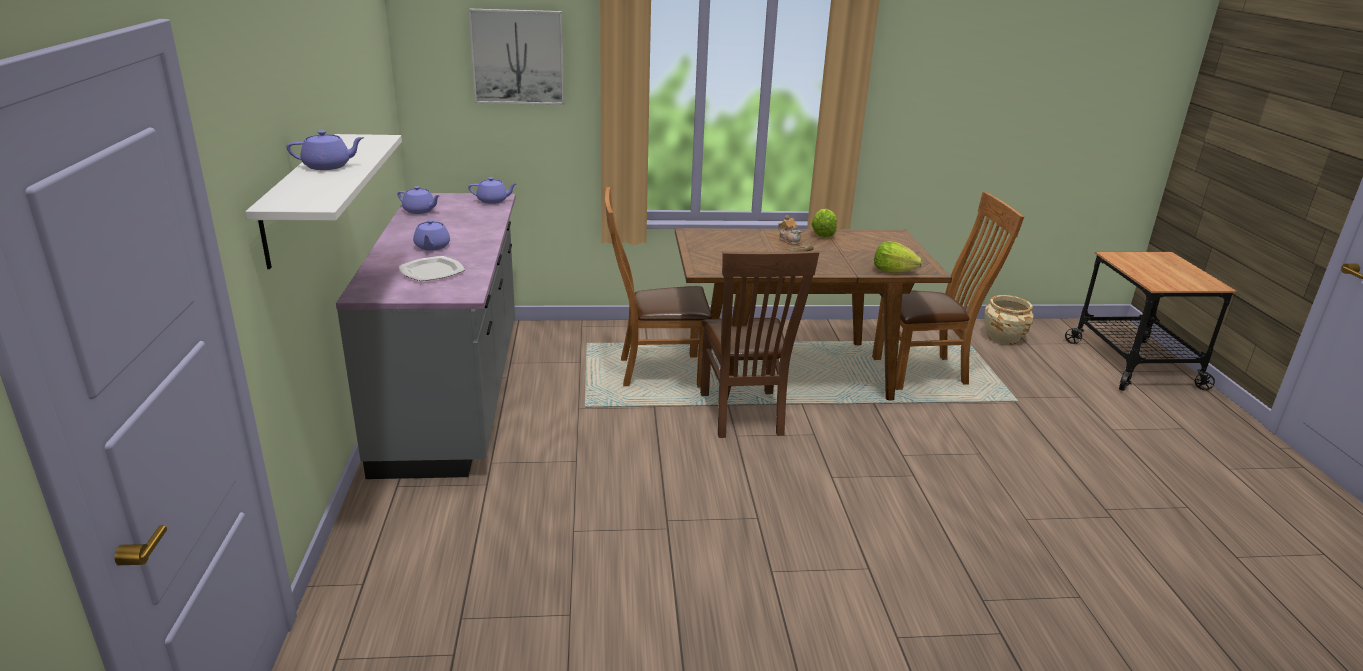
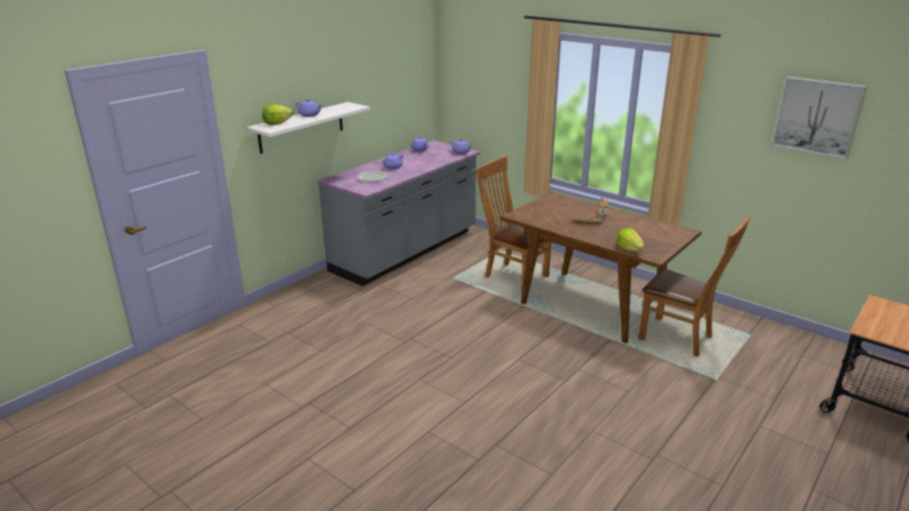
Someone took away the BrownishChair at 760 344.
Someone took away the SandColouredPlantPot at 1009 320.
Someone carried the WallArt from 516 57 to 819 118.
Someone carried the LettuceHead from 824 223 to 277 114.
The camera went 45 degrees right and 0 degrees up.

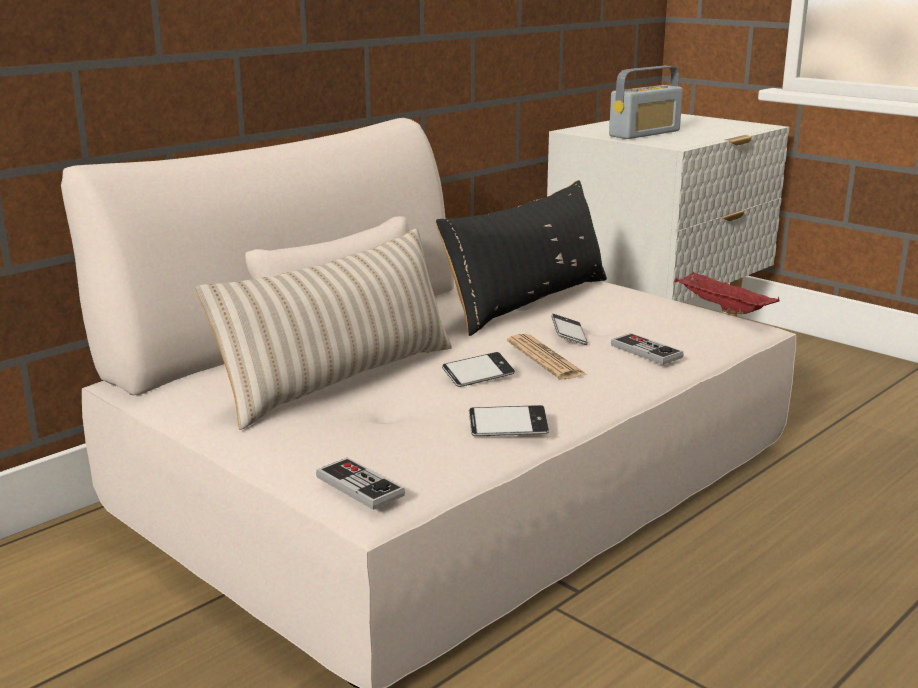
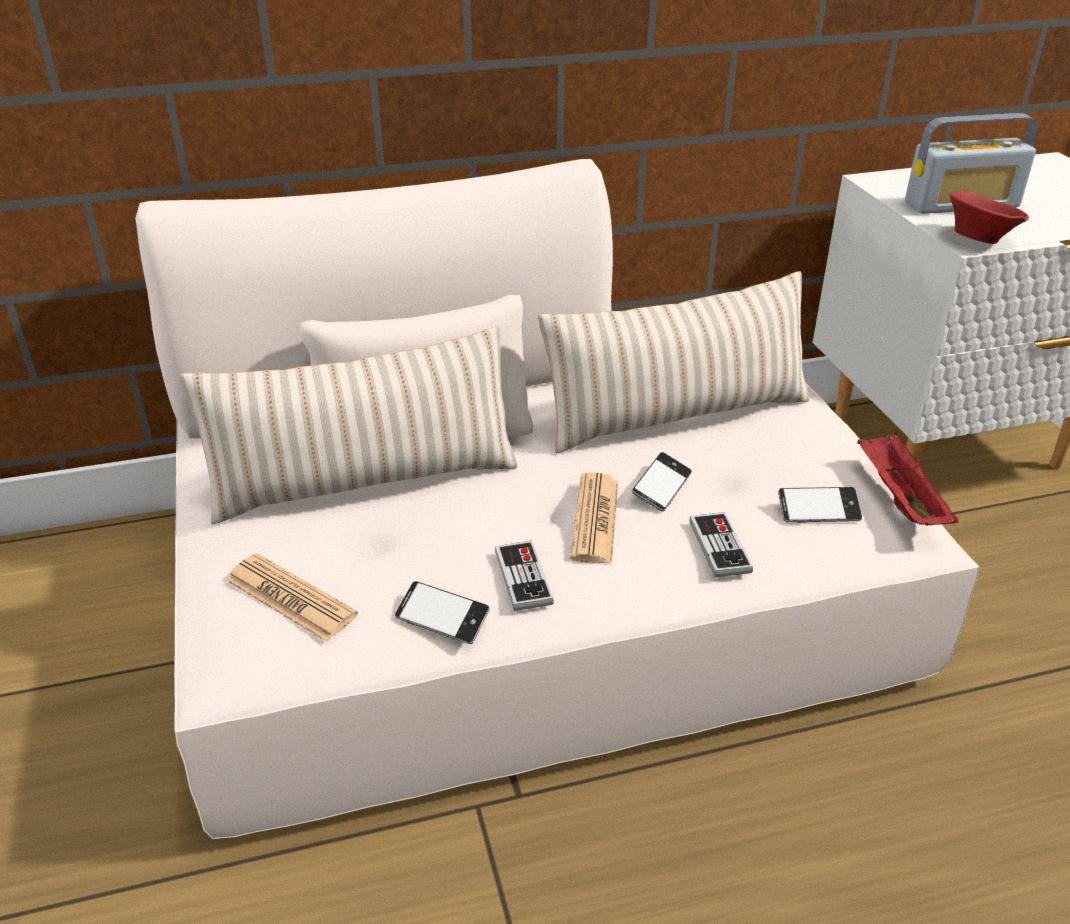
Someone put down the Newspaper at 292 597.
Someone put down the ReddishDeepDish at 989 217.
Someone carried the Joypad from 360 483 to 524 576.
Someone carried the Phone from 478 369 to 820 505.
Someone repainted the BlackColouredPillow at 521 258, which became the SandColouredPillow at 673 362.
The camera went 30 degrees right and 15 degrees up.

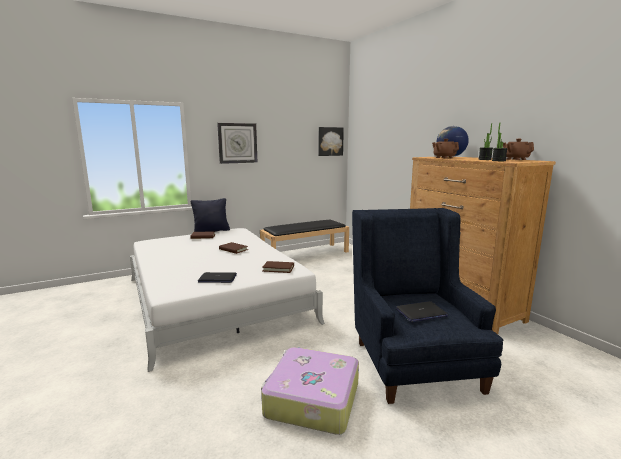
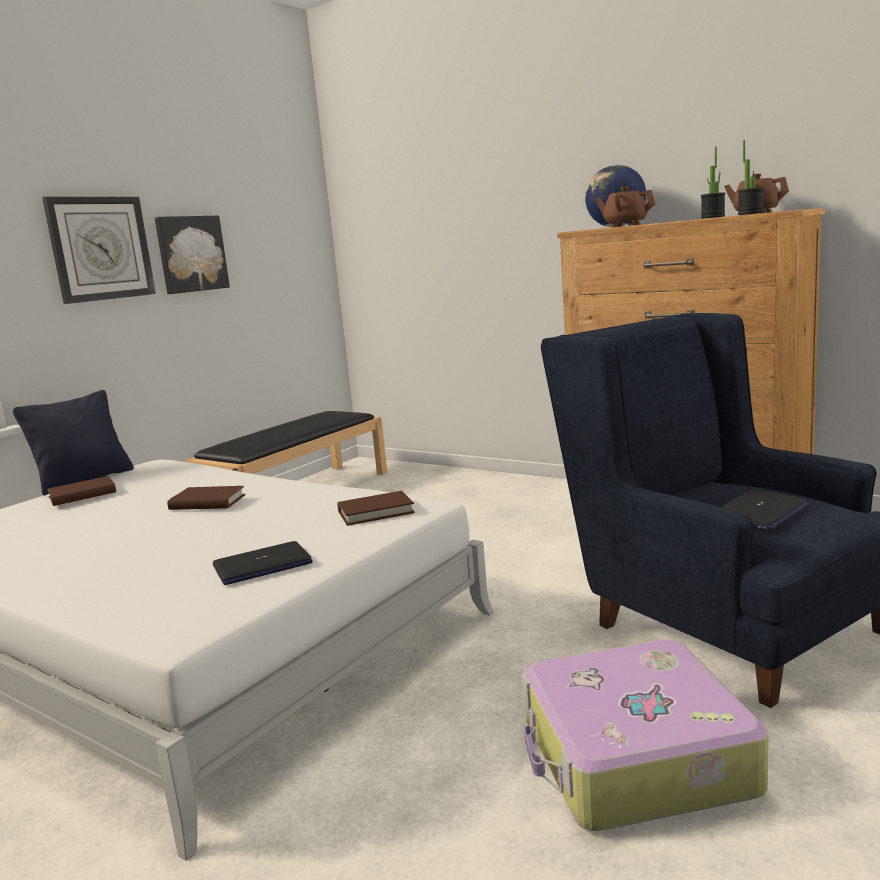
Someone carried the WallArt from 331 141 to 192 255.
The camera went 25 degrees left and 0 degrees up.

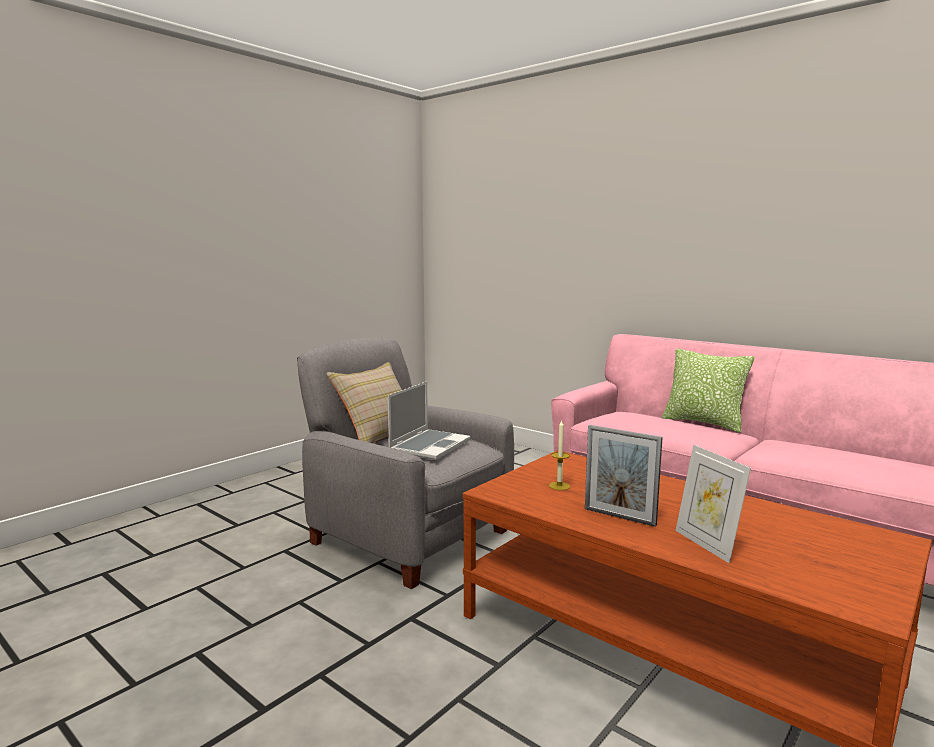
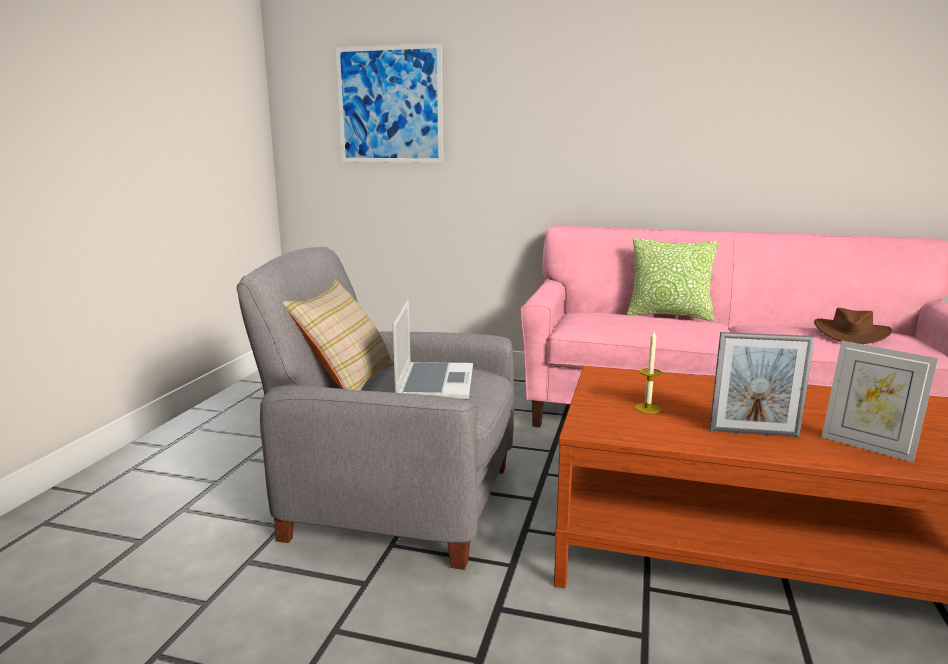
Someone put up the WallArt at 389 103.
Someone put down the BrownishClothingHat at 853 326.
The camera went 25 degrees left and 5 degrees up.

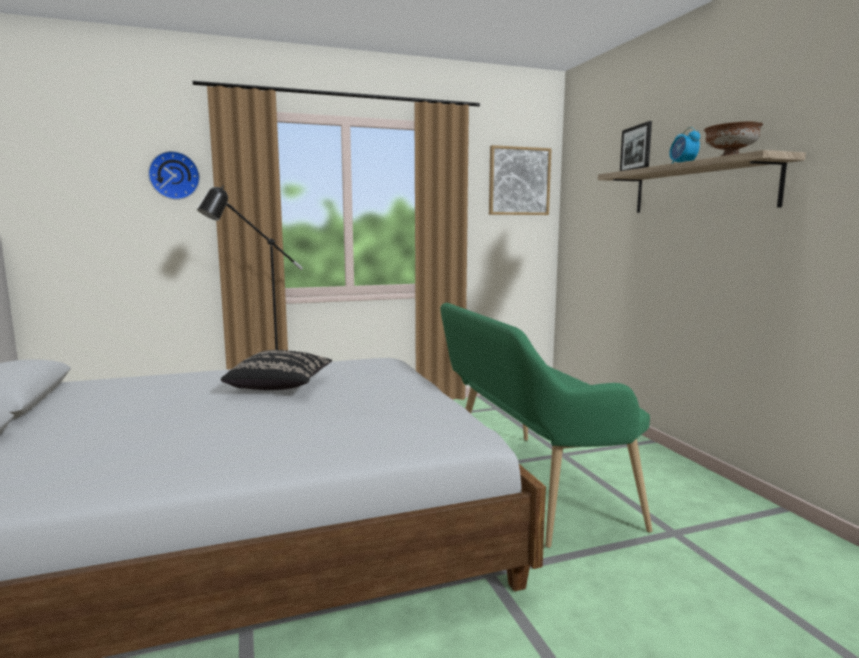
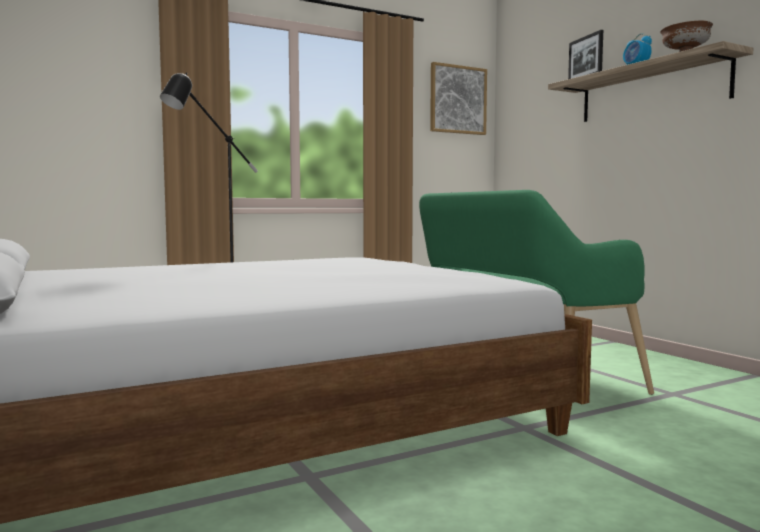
Someone took away the ClockOnTheWall at 174 175.
Someone took away the BlackColouredPillow at 276 370.
The camera went 10 degrees left and 5 degrees down.

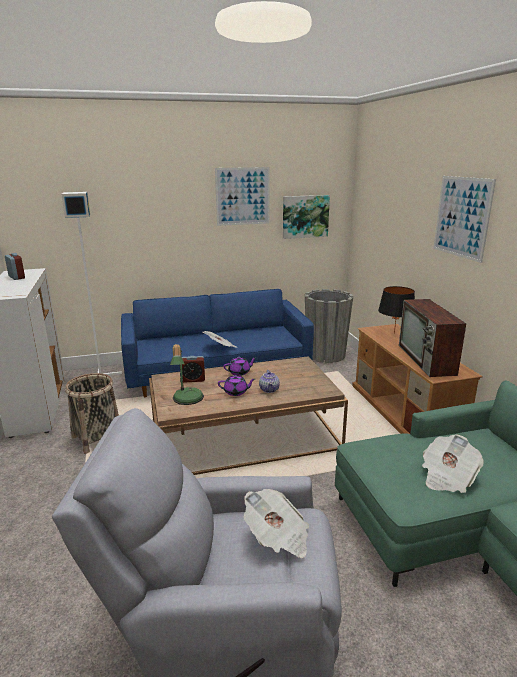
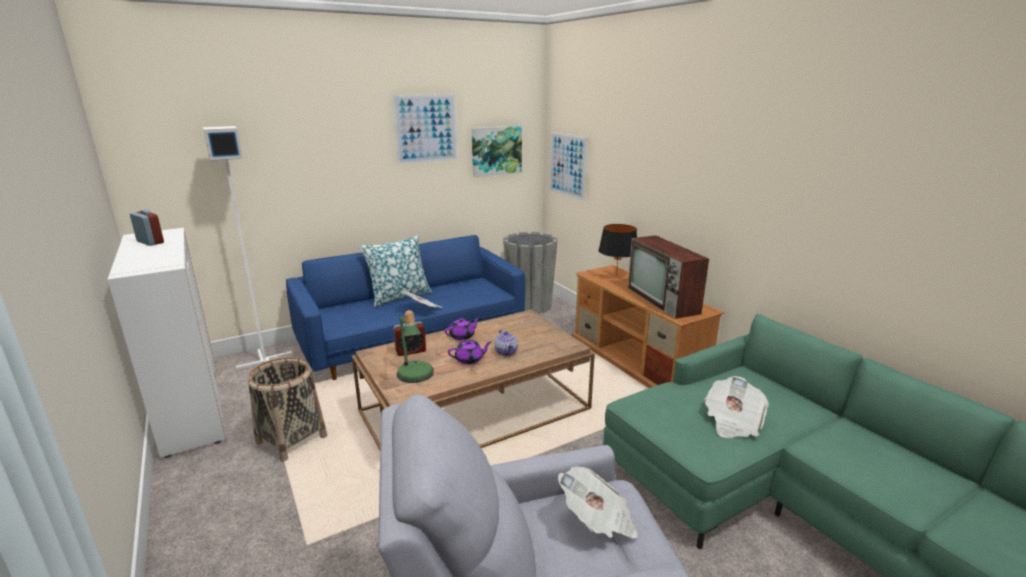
Someone put down the Pillow at 396 271.
Someone carried the WallArt from 464 219 to 568 166.
The camera went 15 degrees left and 0 degrees up.

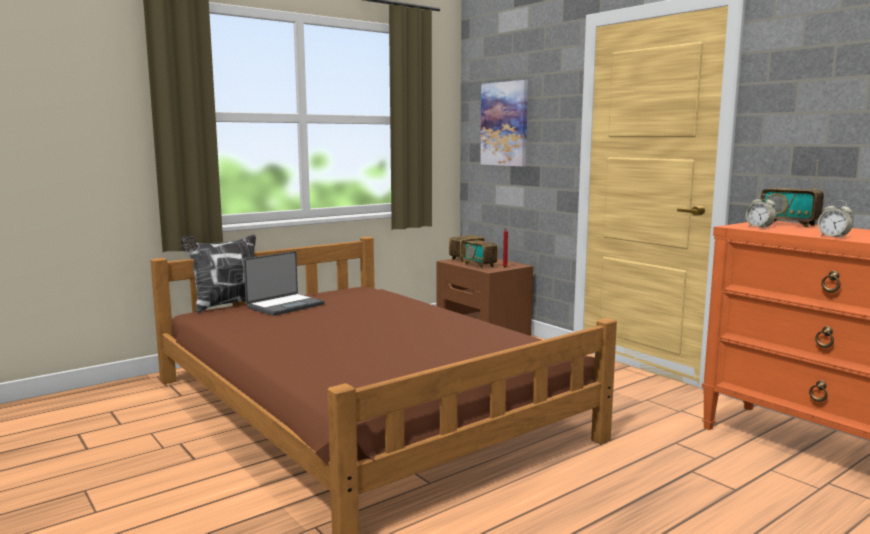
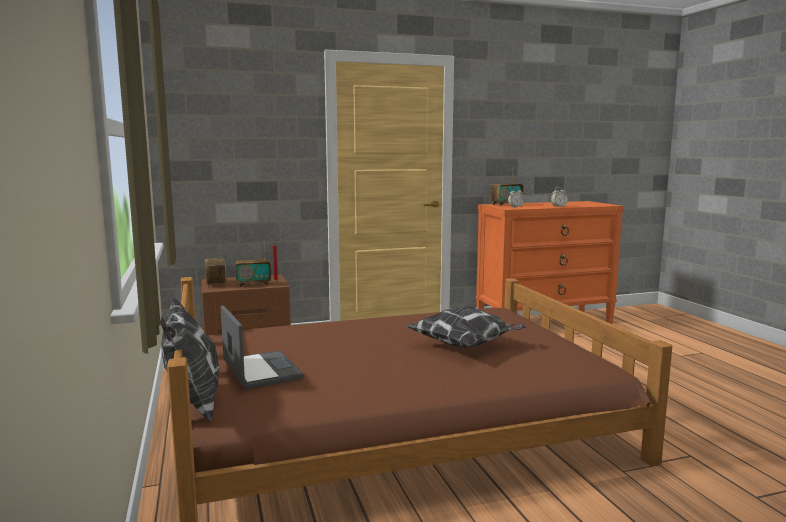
Someone took away the WallArt at 504 123.
Someone put down the Pillow at 466 327.
The camera went 70 degrees left and 0 degrees up.

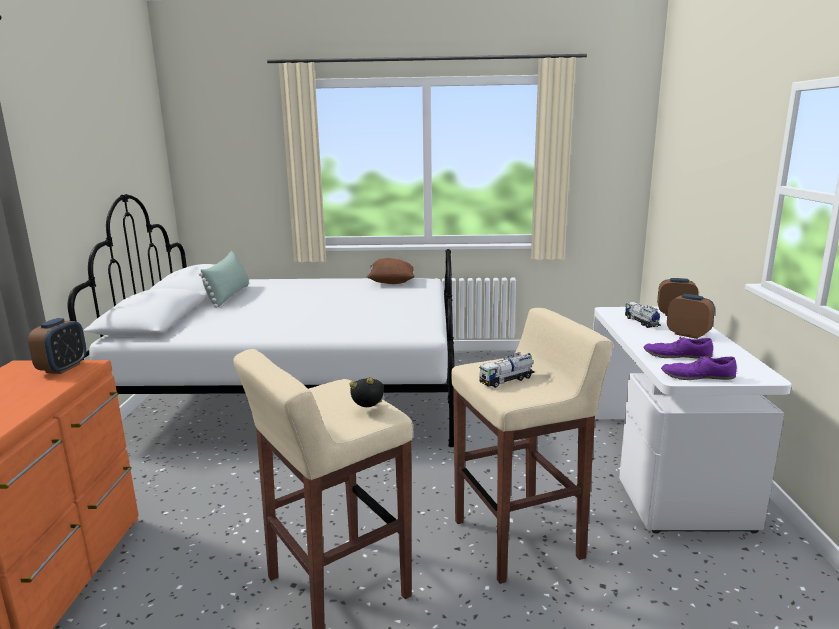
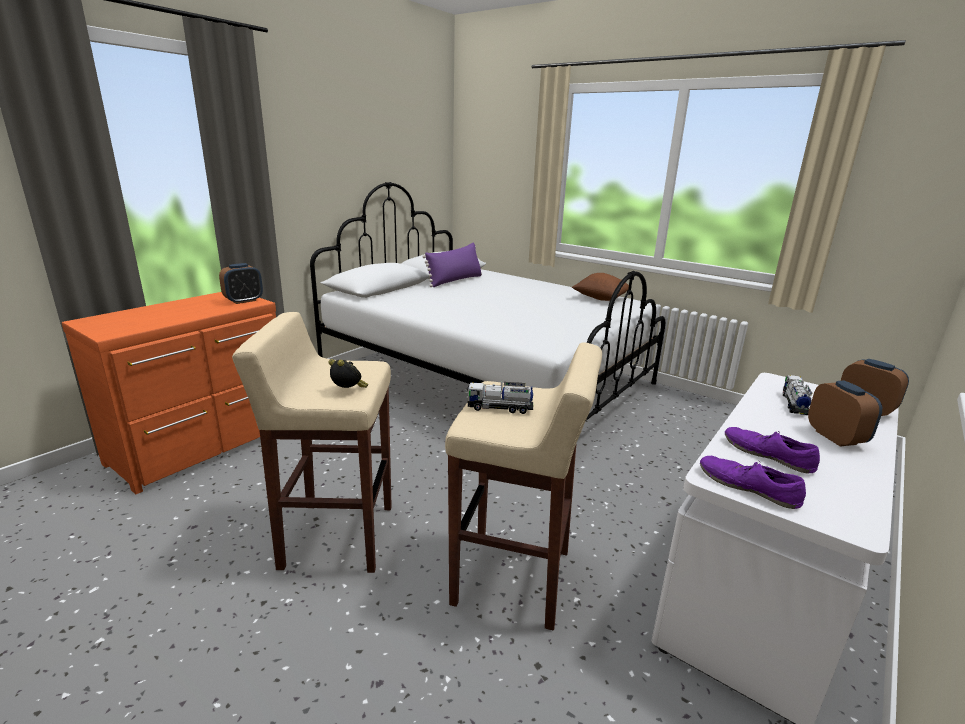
Someone repainted the GreenColouredPillow at 224 279, which became the PurplePillow at 452 265.
The camera went 35 degrees right and 5 degrees up.

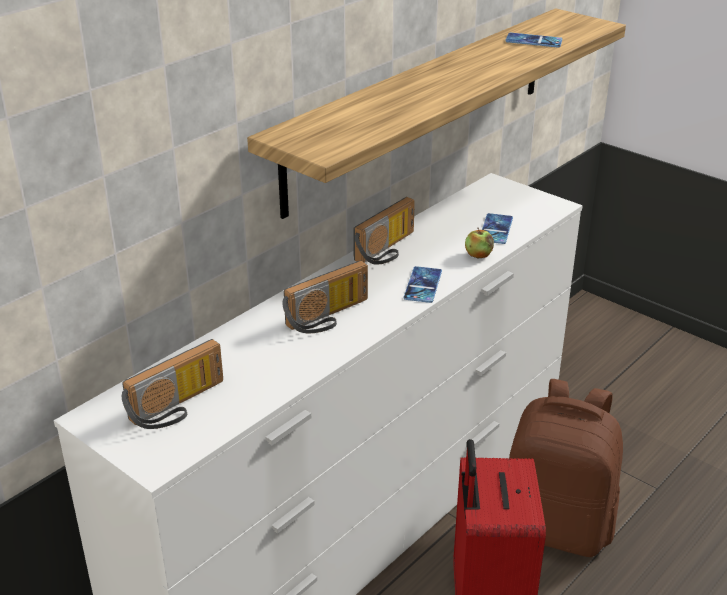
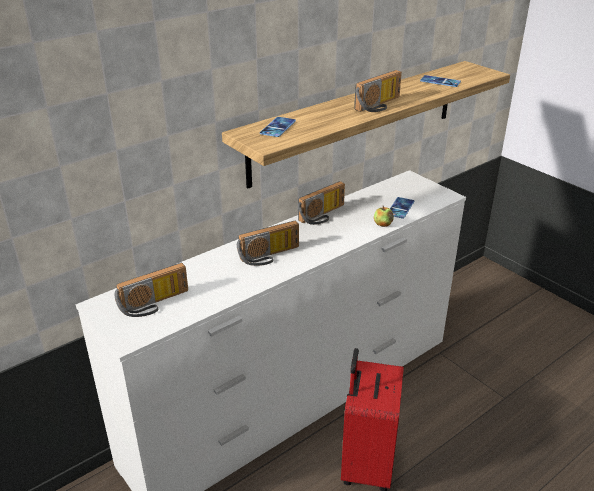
Someone took away the BrownishKnapsack at 566 468.
Someone put down the RadioSet at 378 91.
Someone carried the Phone from 423 284 to 278 127.
The camera went 10 degrees right and 0 degrees up.

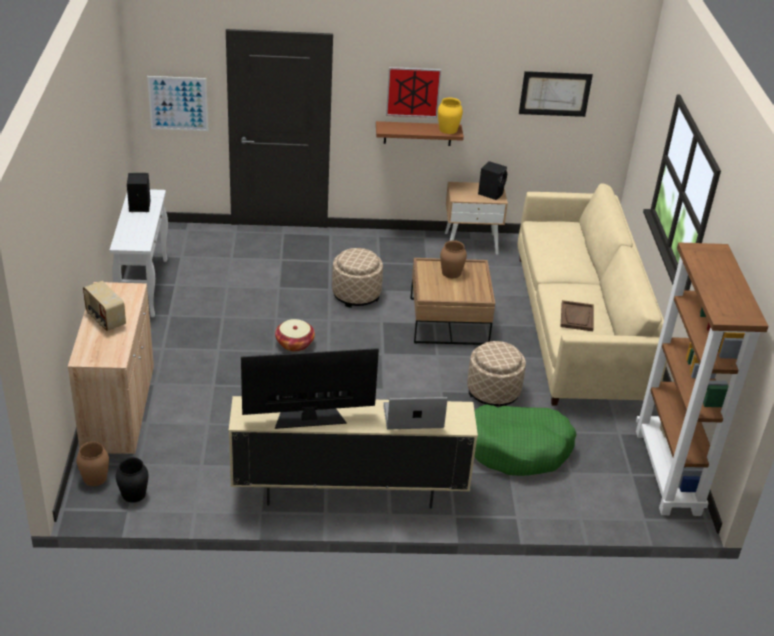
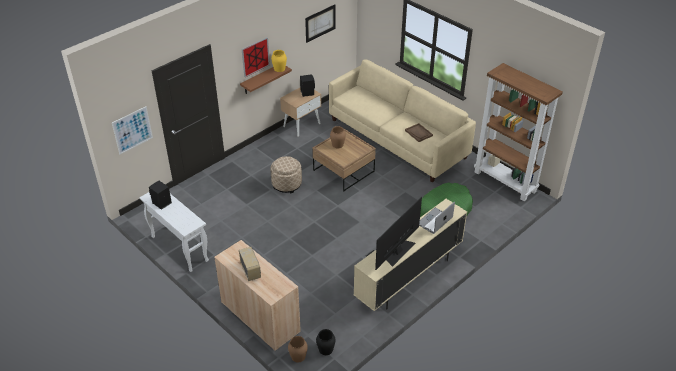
Someone took away the HouseholdBasket at 295 335.
Someone took away the SandColouredOttoman at 496 374.
Someone rotated the RadioSet at 104 306 by 120 degrees counterclockwise.
The camera went 40 degrees left and 5 degrees up.

